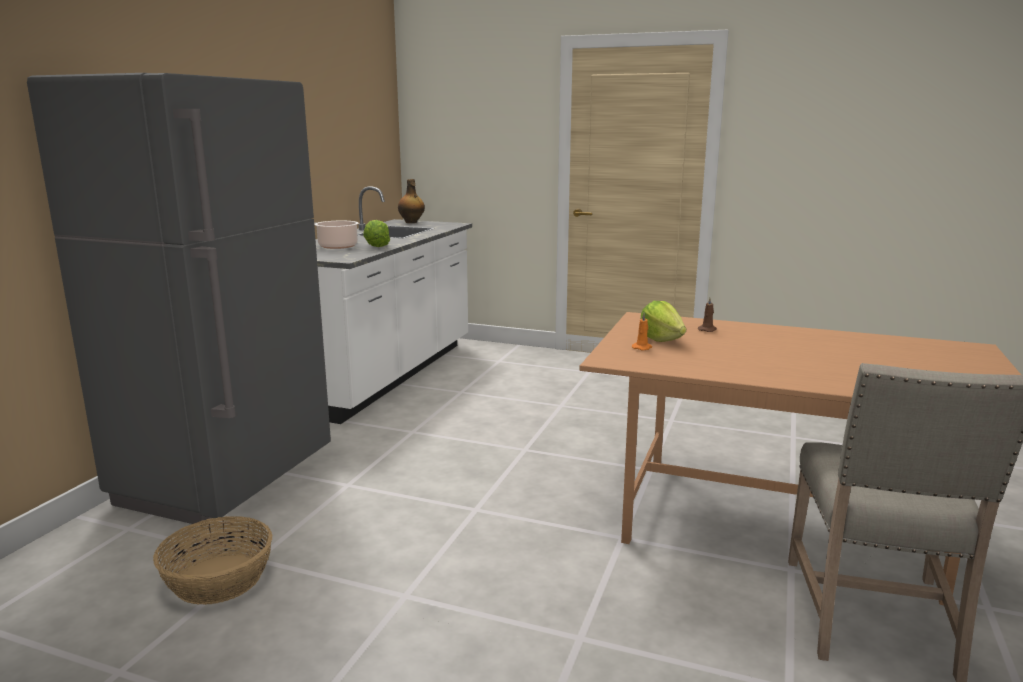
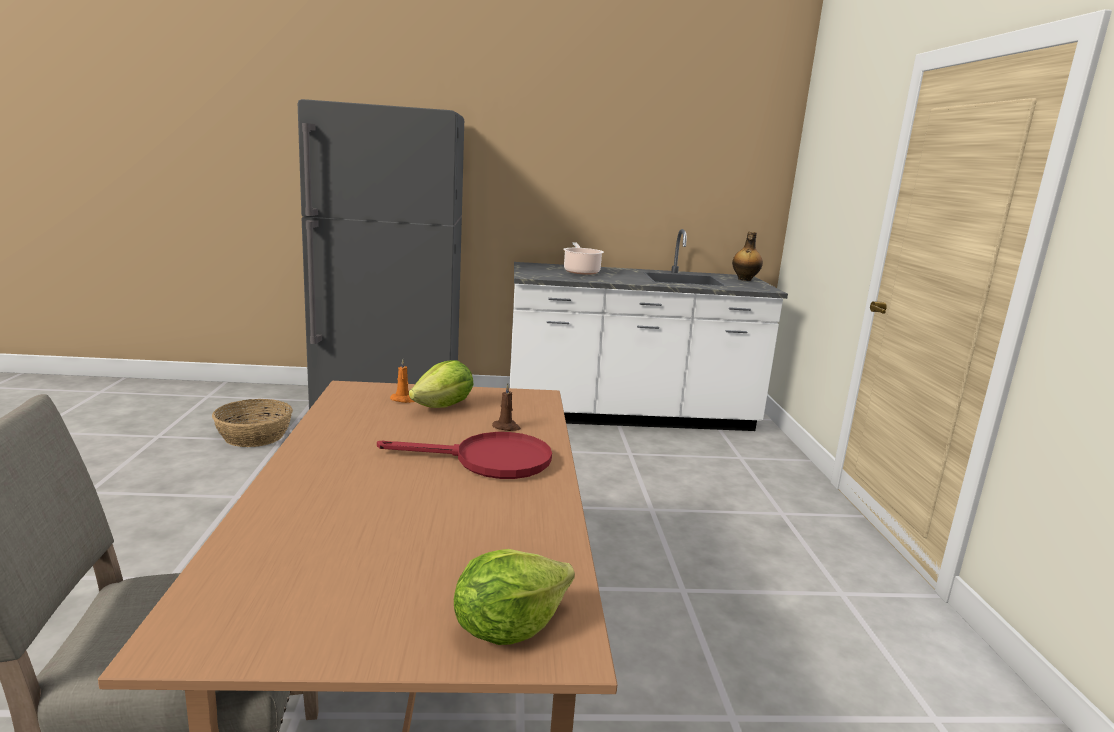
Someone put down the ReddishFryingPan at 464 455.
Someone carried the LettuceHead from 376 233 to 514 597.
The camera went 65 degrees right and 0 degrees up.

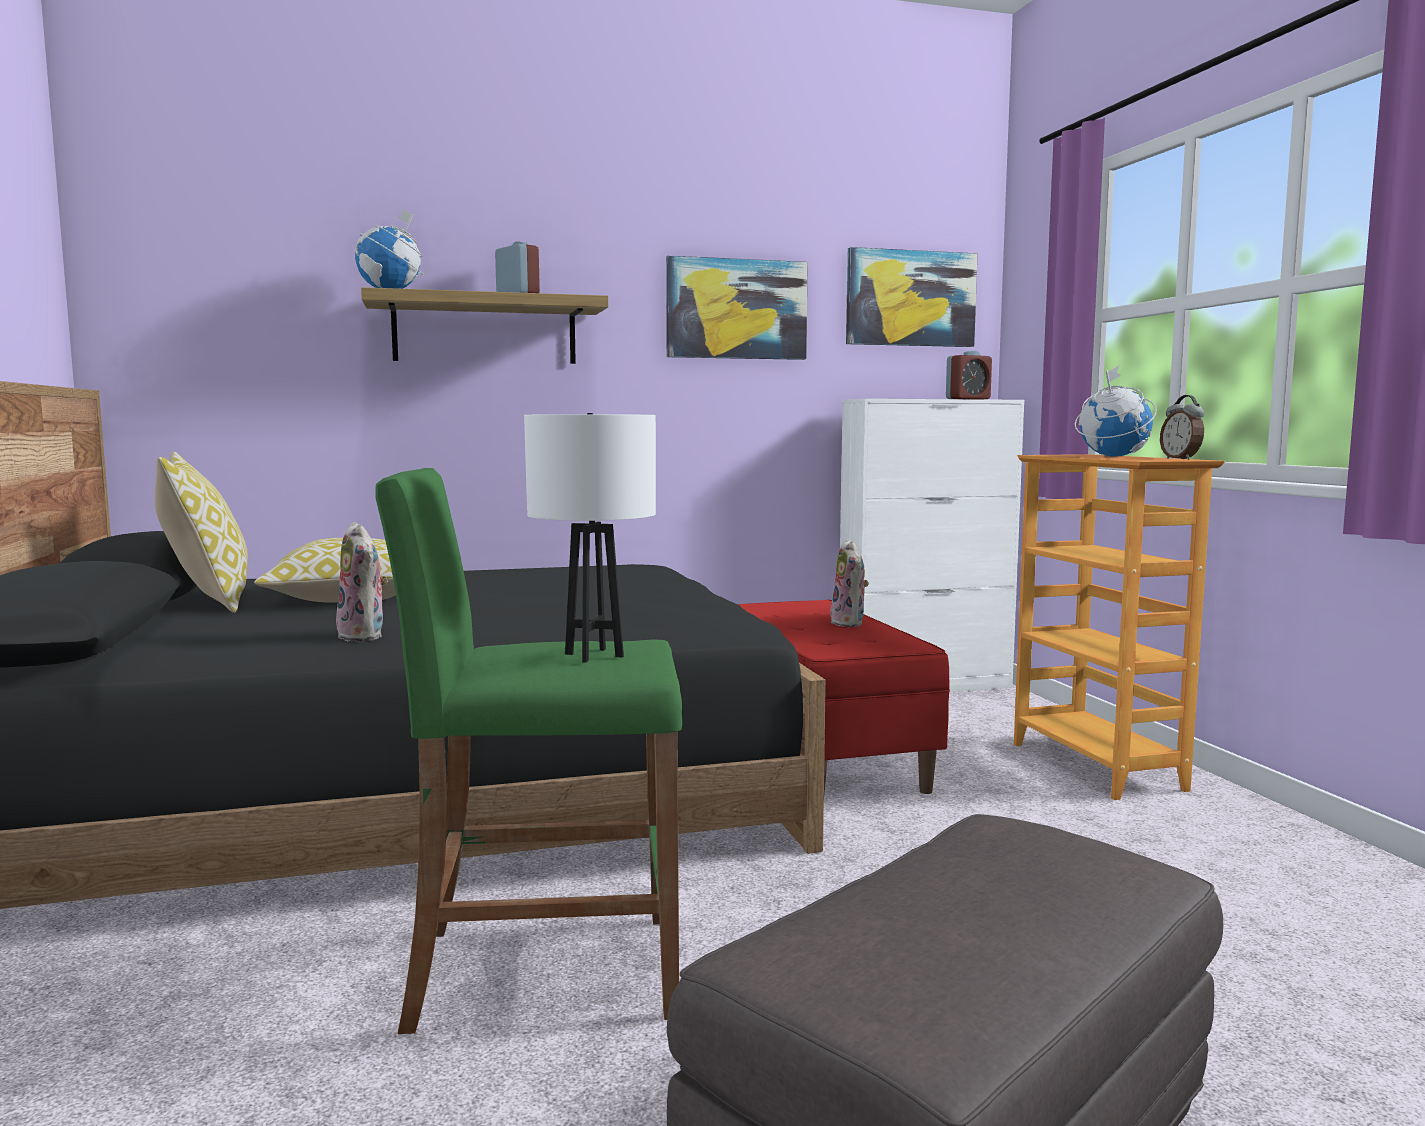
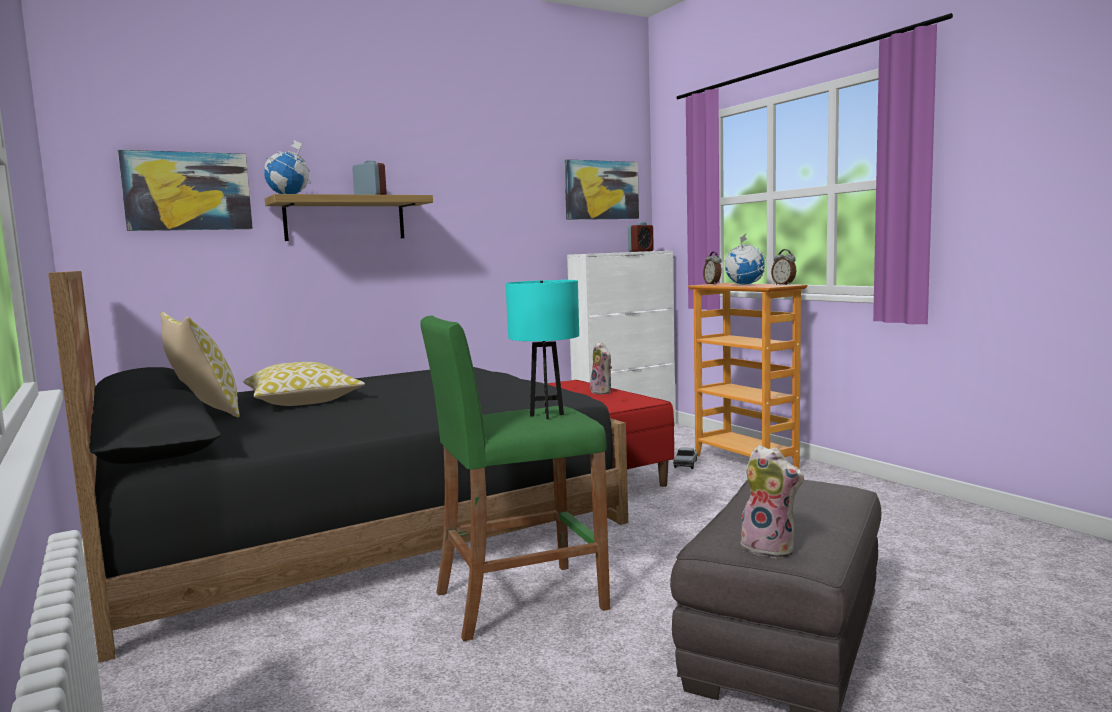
Someone put down the ModelTruck at 685 458.
Someone put down the AlarmClock at 712 268.
Someone carried the SoftToy from 361 581 to 769 502.
Someone carried the WallArt from 737 308 to 185 190.
Someone repainted the WhiteColouredTableLamp at 590 538, which became the BlueGreenTableLamp at 542 349.
The camera went 15 degrees left and 0 degrees up.

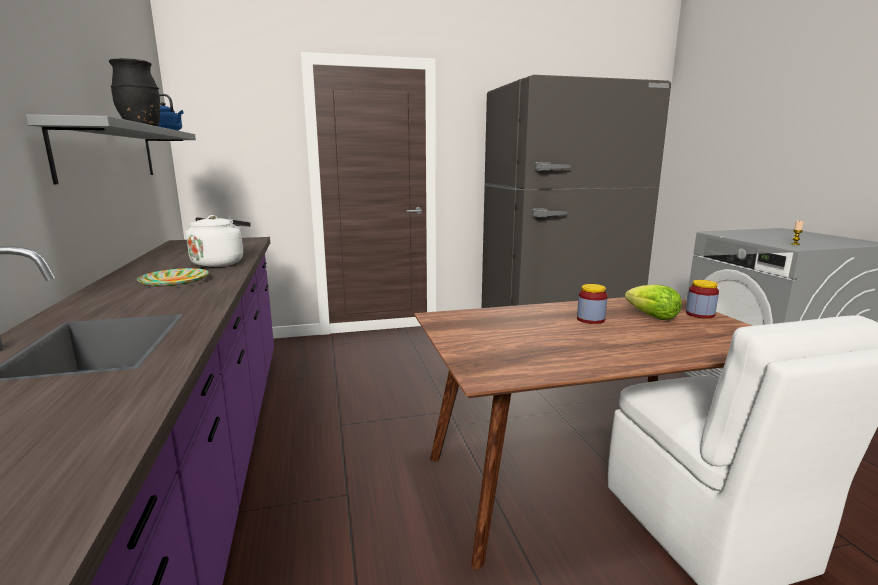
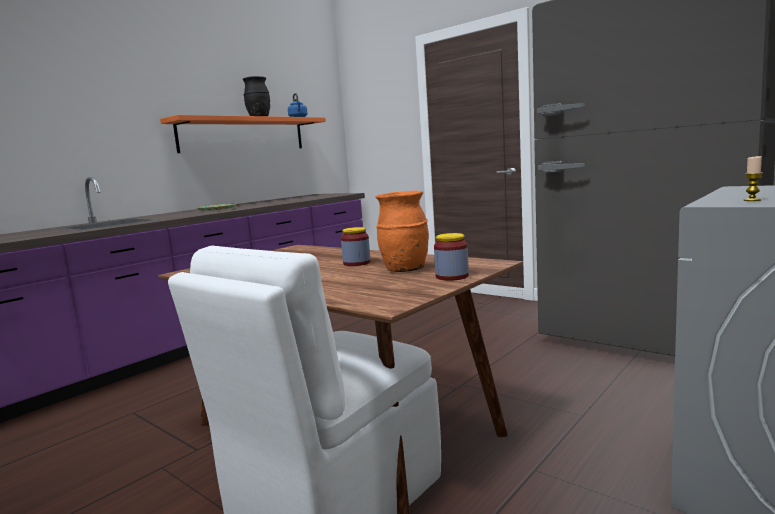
Someone took away the WhiteColouredKettle at 218 241.
Someone swapped the LettuceHead at 653 302 for the OrangeFlowerVase at 402 231.
Someone repainted the GreyWallShelf at 111 149, which became the OrangeWallShelf at 243 134.
The camera went 55 degrees right and 5 degrees down.

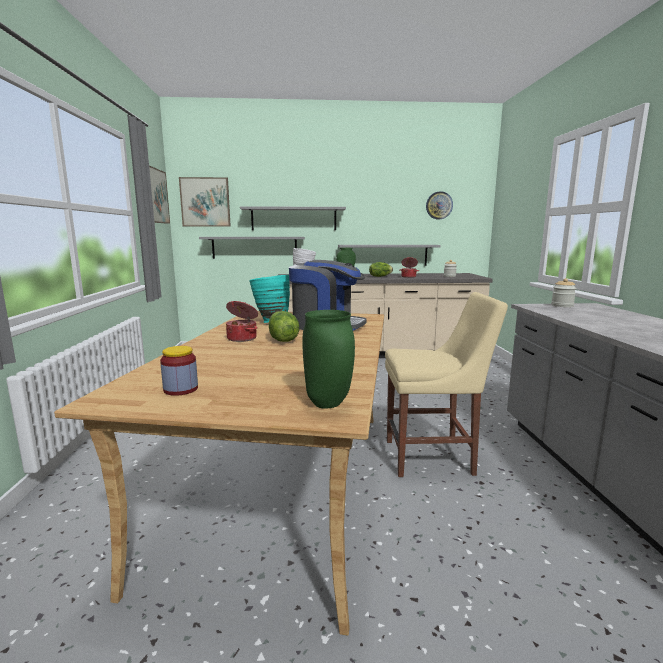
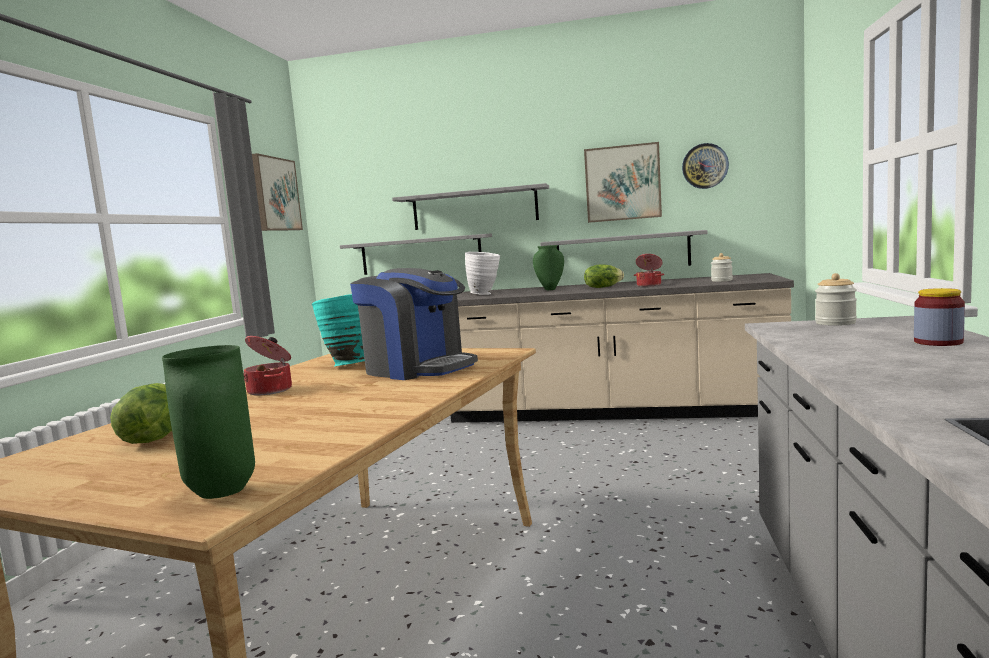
Someone took away the SandColouredChair at 446 384.
Someone carried the PreserveJar from 179 371 to 939 317.
Someone carried the WallArt from 205 201 to 623 182.
Someone carried the LettuceHead from 284 326 to 141 413.
The camera went 15 degrees right and 5 degrees down.

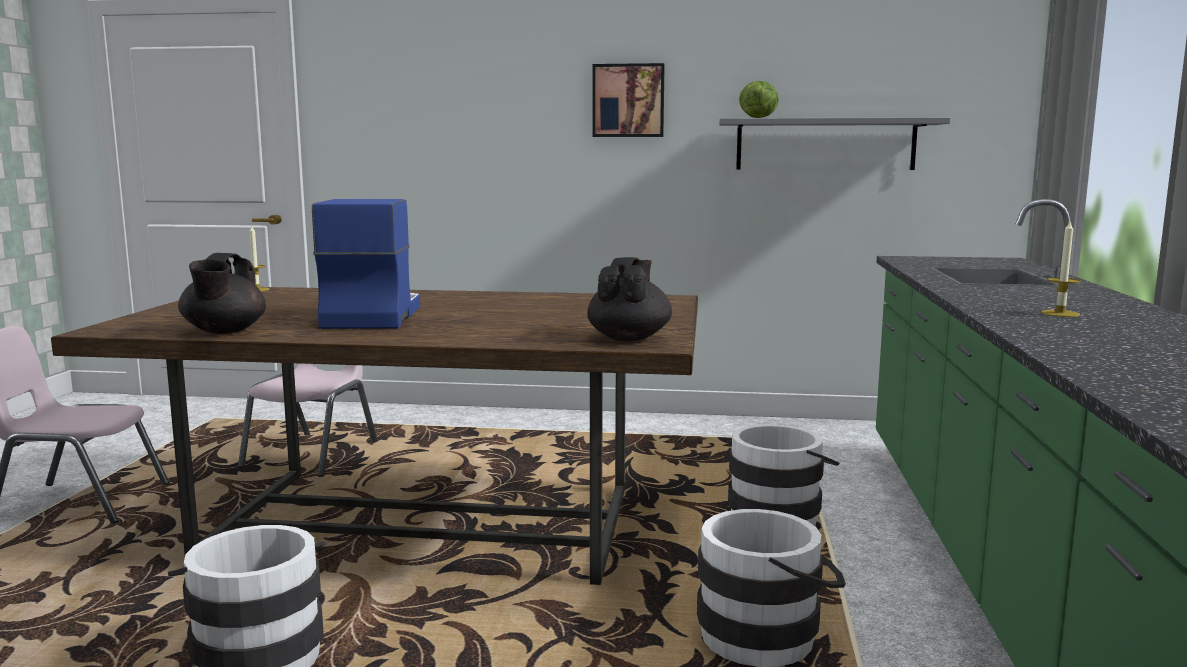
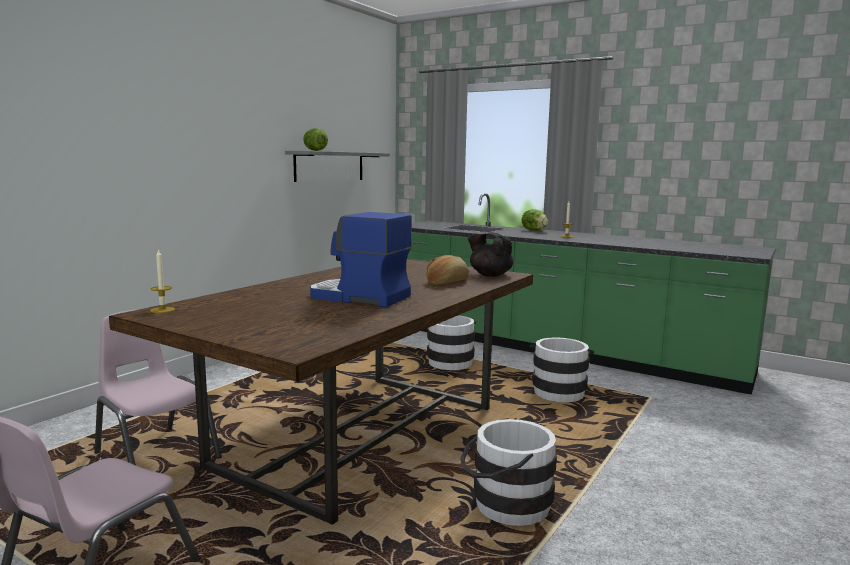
Someone took away the BlackColouredTeapot at 222 293.
Someone took away the WallArt at 628 100.
Someone put down the Bread at 447 270.
Someone put down the LettuceHead at 535 220.
The camera went 65 degrees left and 0 degrees up.

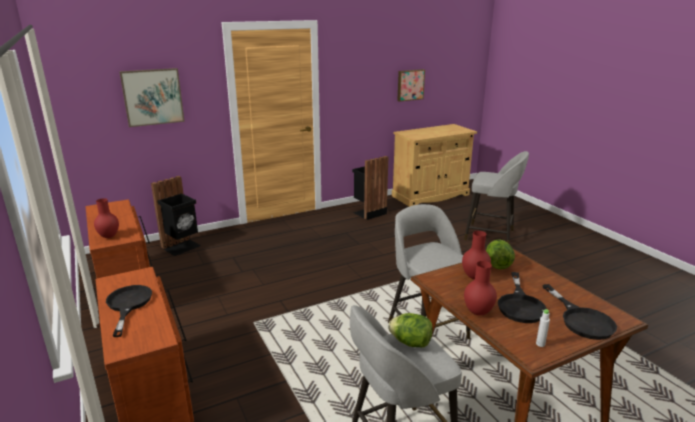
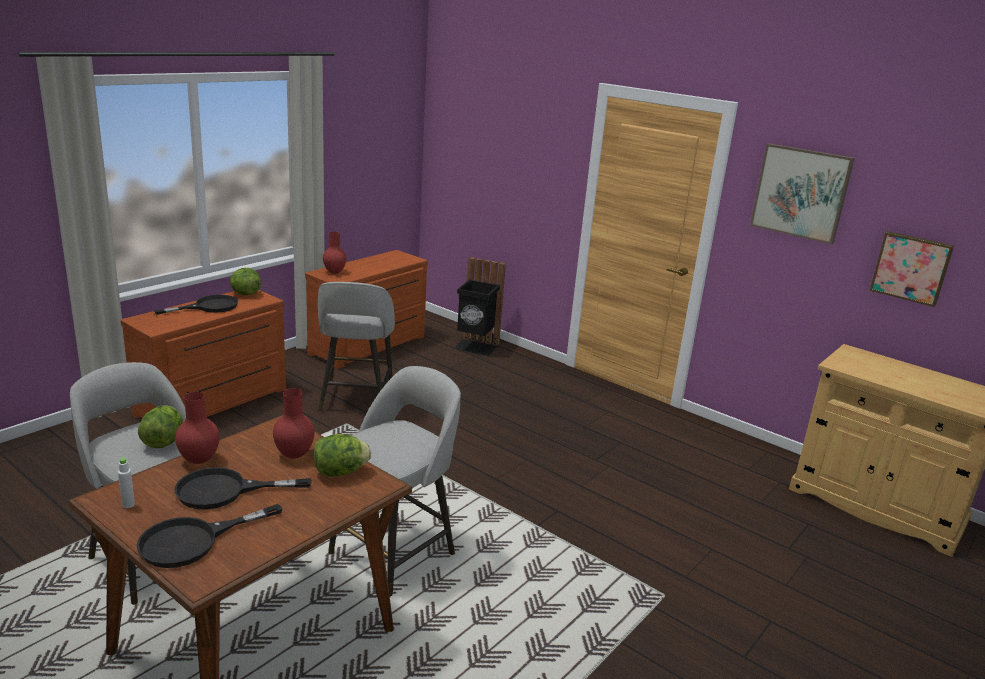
Someone took away the BlackColouredRubbishBin at 370 188.
Someone put down the LettuceHead at 245 281.
Someone carried the WallArt from 152 97 to 802 193.
Someone carried the GreyStoolSeat from 496 197 to 356 347.
The camera went 65 degrees right and 0 degrees up.

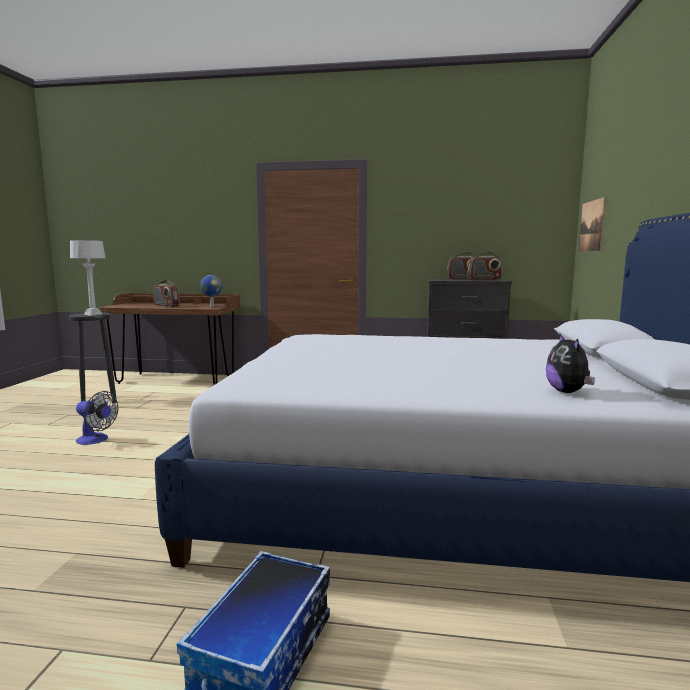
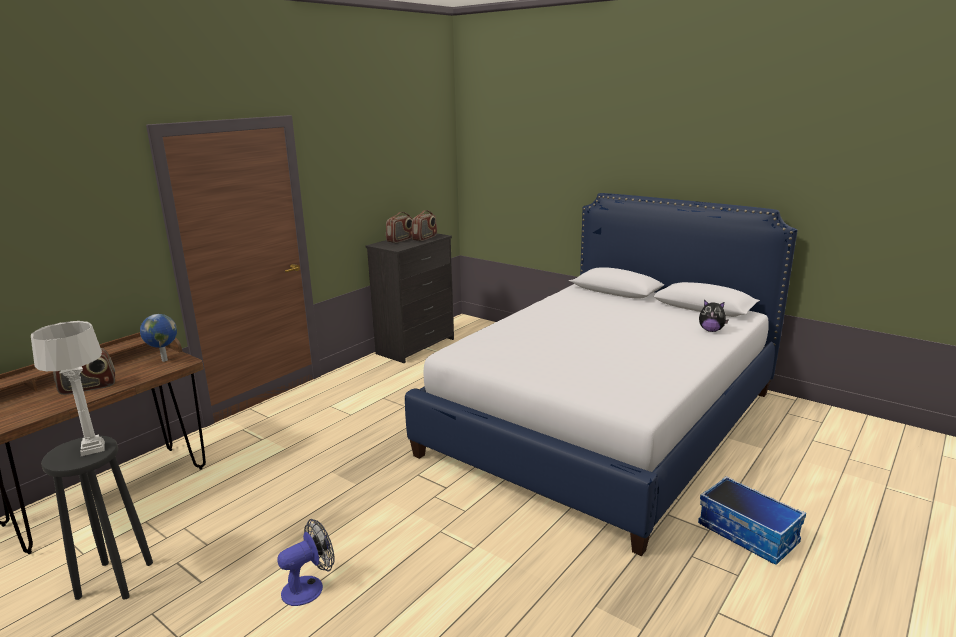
Someone took away the WallArt at 592 224.
The camera went 60 degrees left and 10 degrees up.

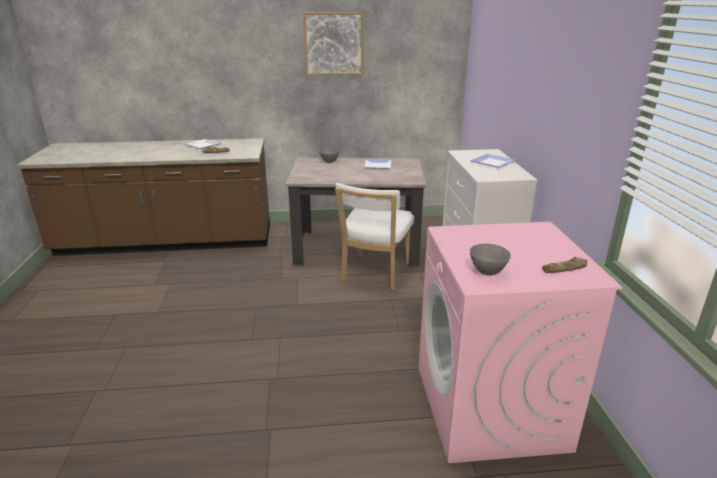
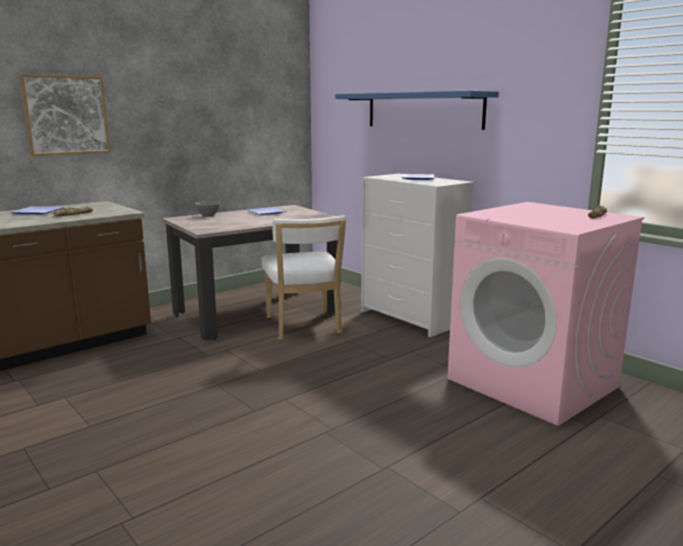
Someone took away the GreyDeepDish at 490 259.
Someone put up the BlueWallShelf at 417 110.
Someone carried the WallArt from 333 44 to 64 115.
The camera went 35 degrees left and 10 degrees down.

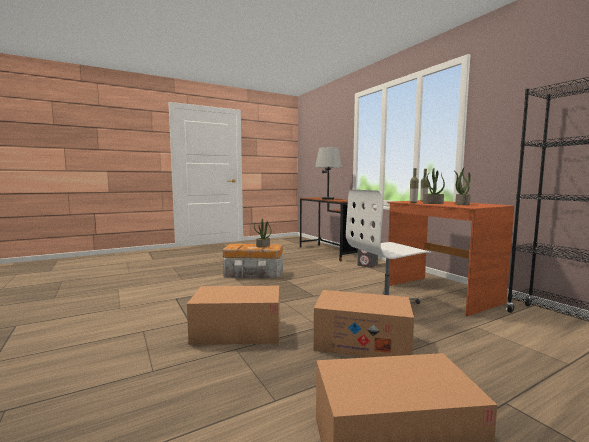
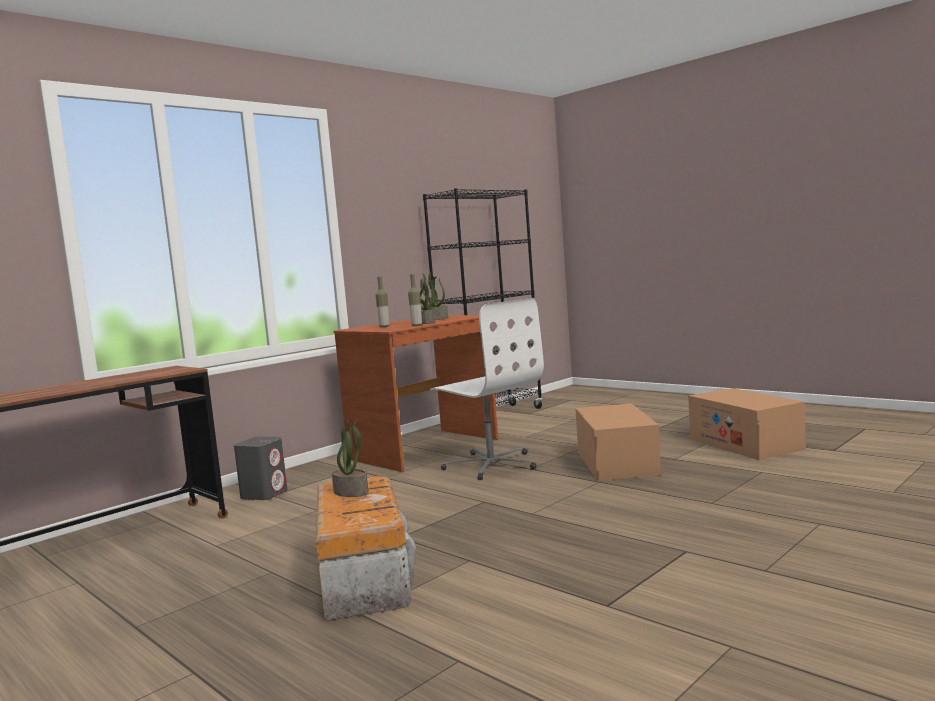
Someone took away the CardboardBox at 233 315.
Someone took away the GreyTableLamp at 328 173.
The camera went 105 degrees left and 0 degrees up.

